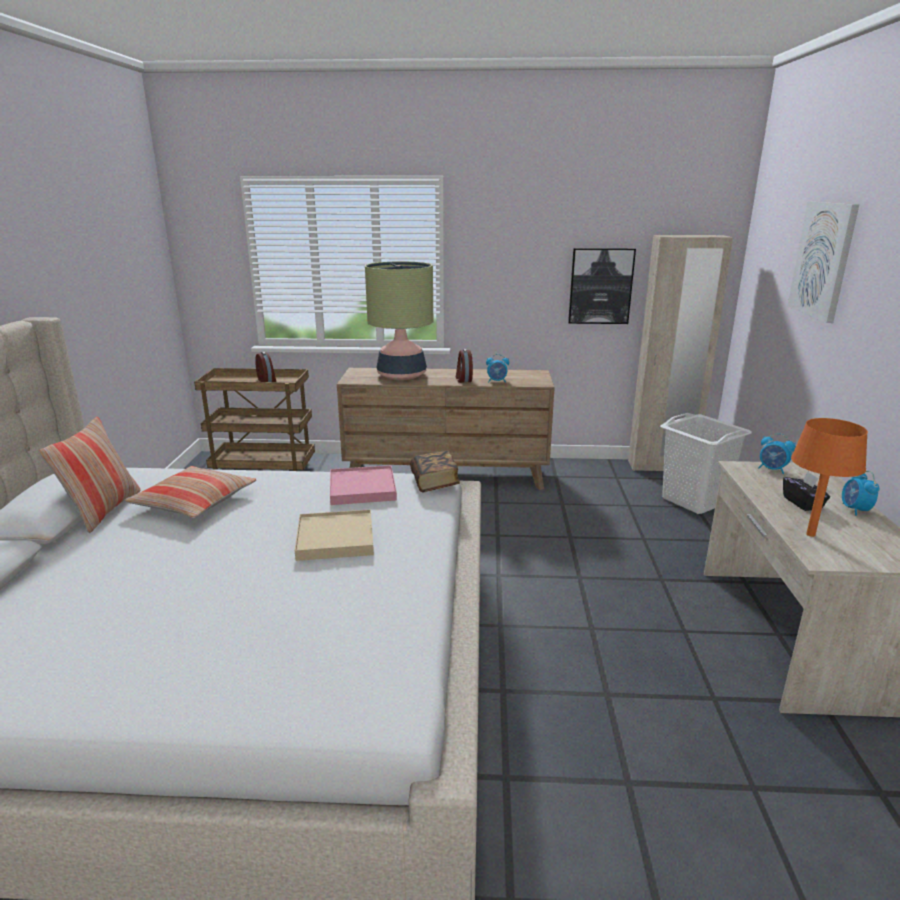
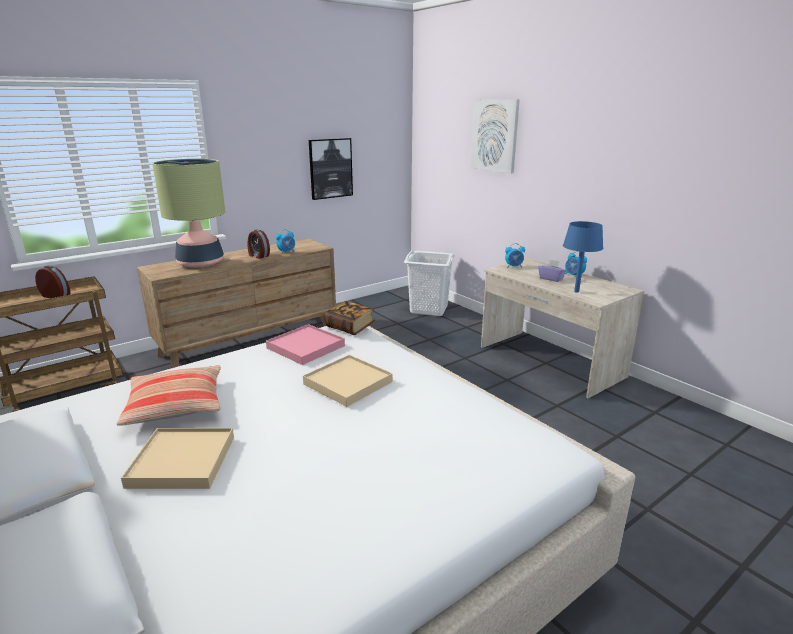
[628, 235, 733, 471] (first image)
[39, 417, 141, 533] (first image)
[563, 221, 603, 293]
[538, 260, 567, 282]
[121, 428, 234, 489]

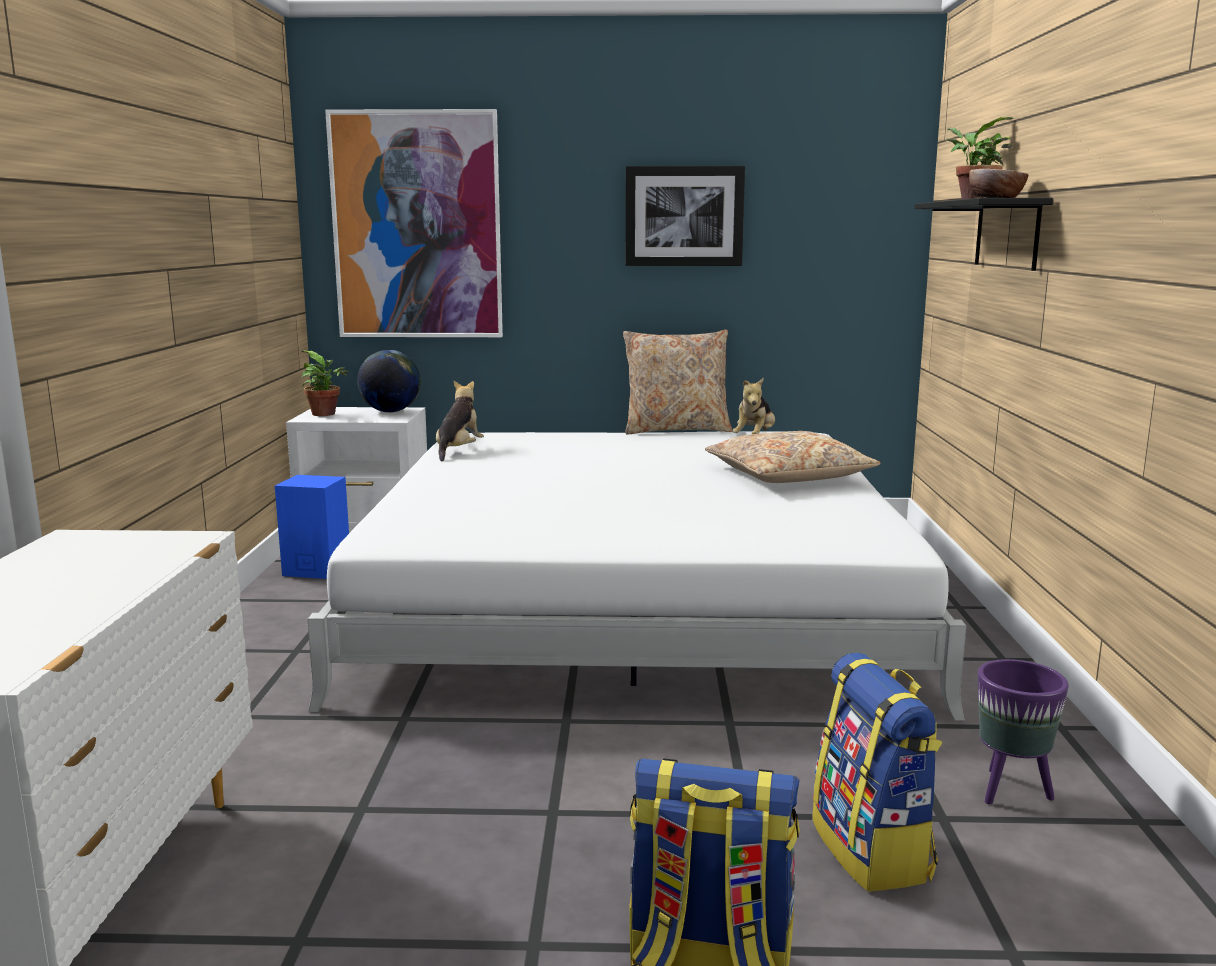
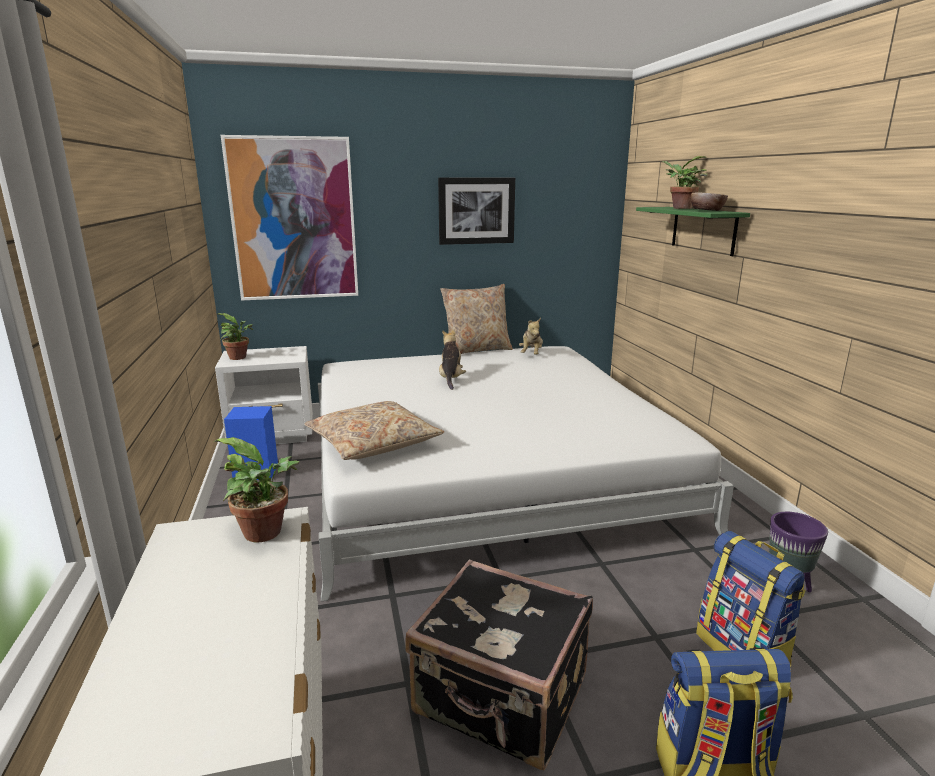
[636, 207, 750, 256]
[357, 350, 420, 412] (first image)
[439, 330, 466, 390]
[304, 401, 444, 460]
[215, 437, 299, 543]
[405, 559, 593, 770]

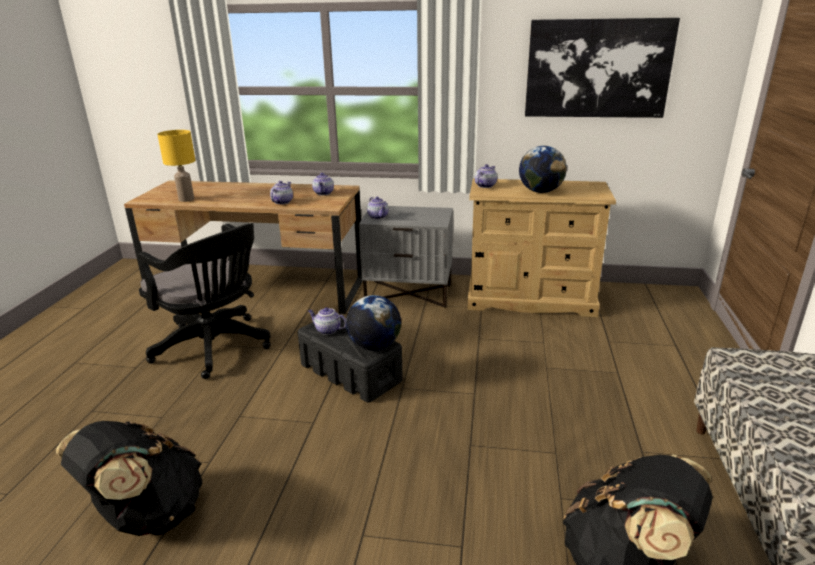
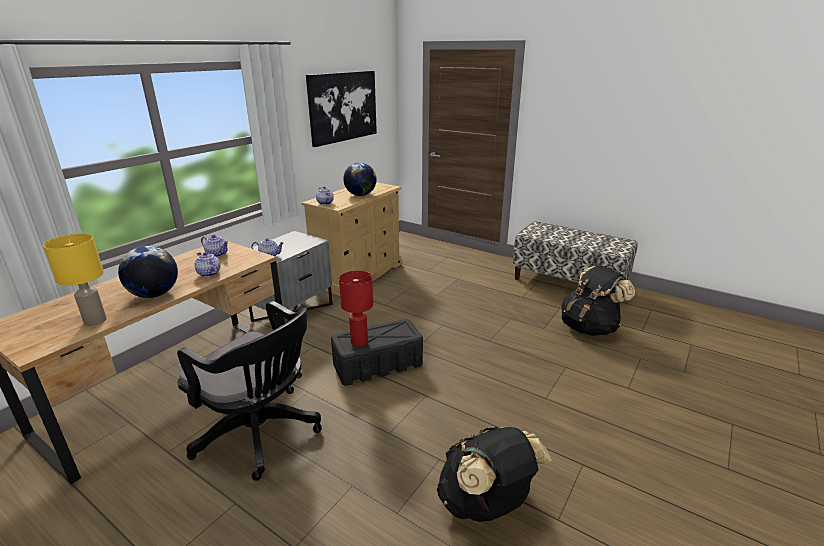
[177, 301, 322, 481]
[118, 246, 178, 298]
[339, 271, 373, 347]

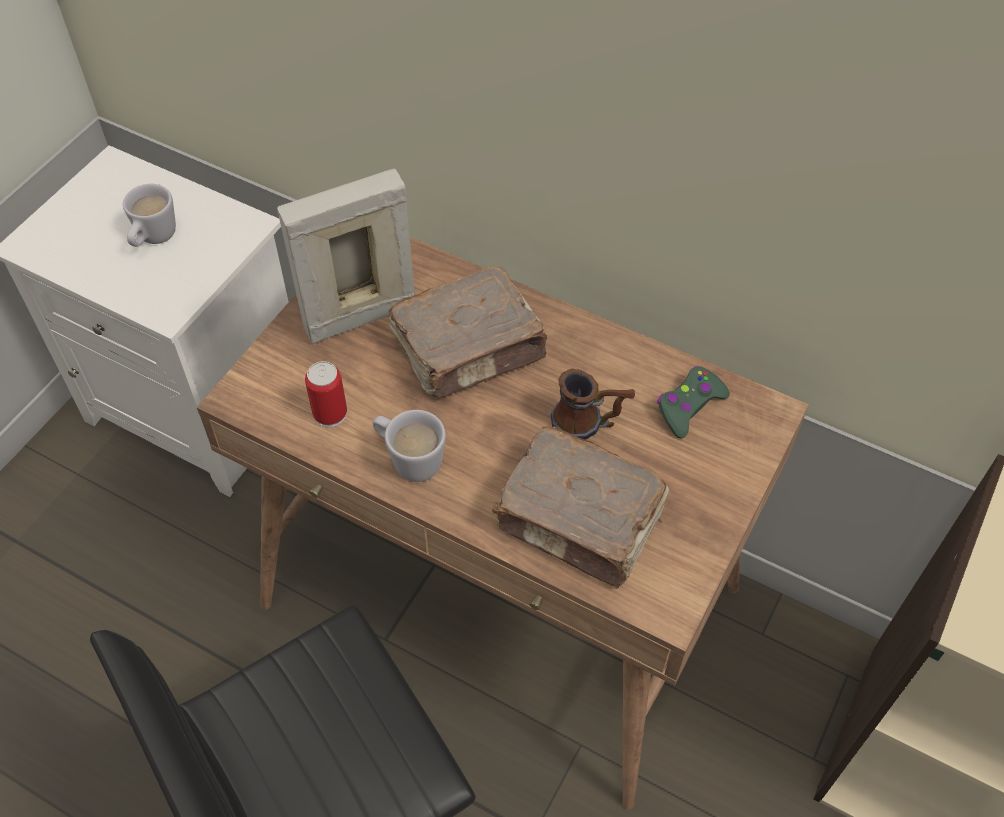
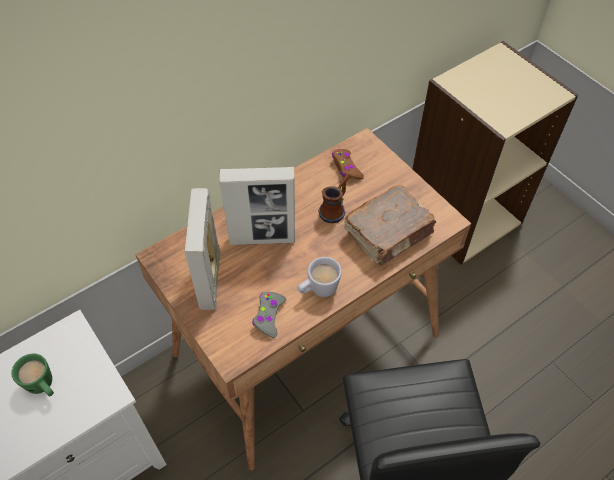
[12, 354, 54, 397]
[219, 167, 295, 245]
[252, 292, 286, 338]
[332, 149, 364, 180]

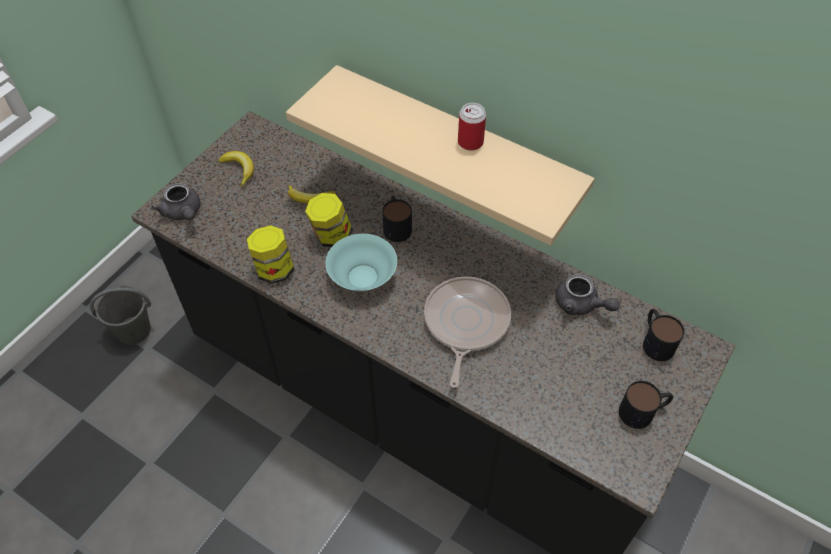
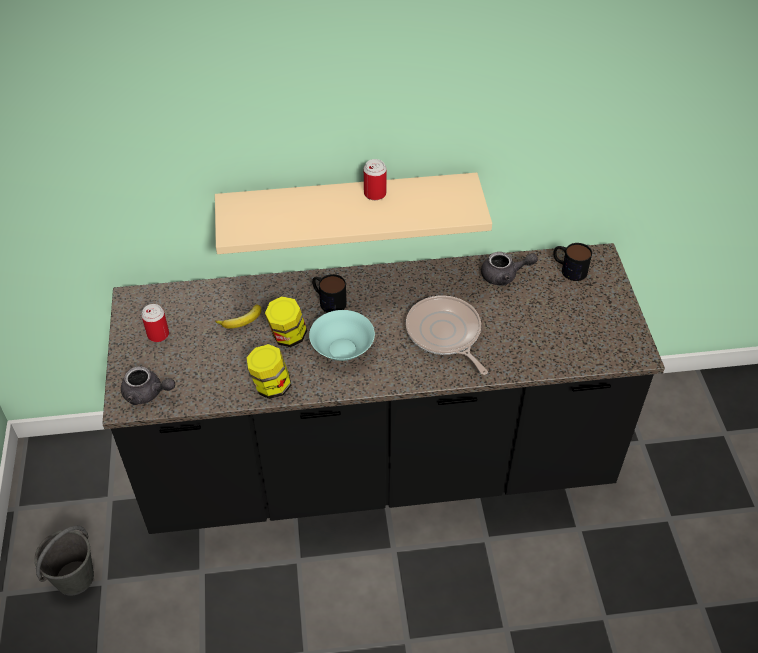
[141, 304, 169, 342]
[619, 381, 673, 429] (first image)

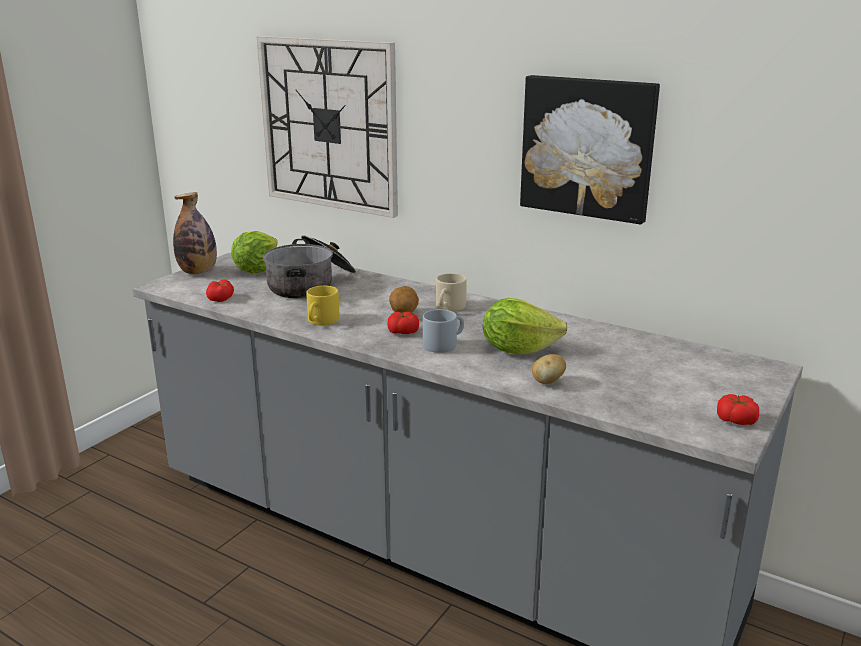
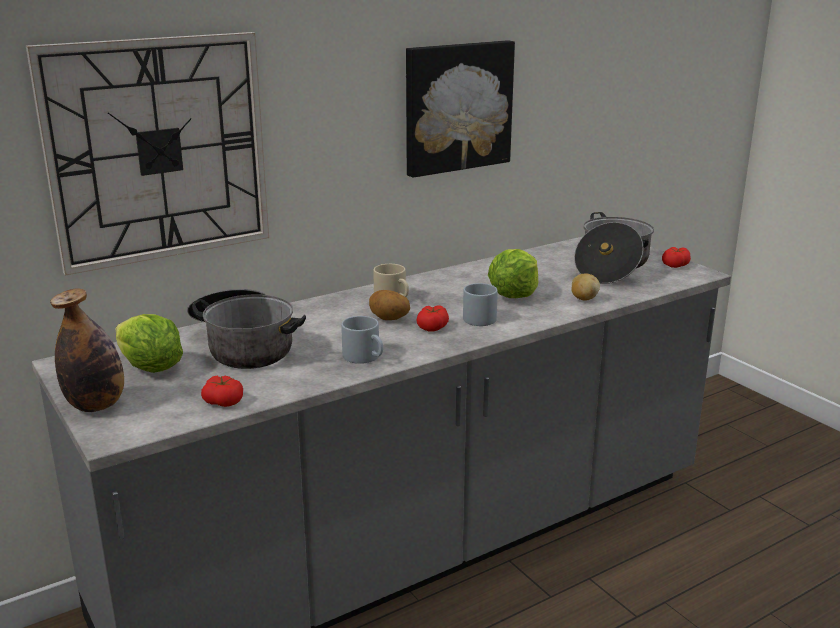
[341, 316, 383, 364]
[574, 212, 654, 284]

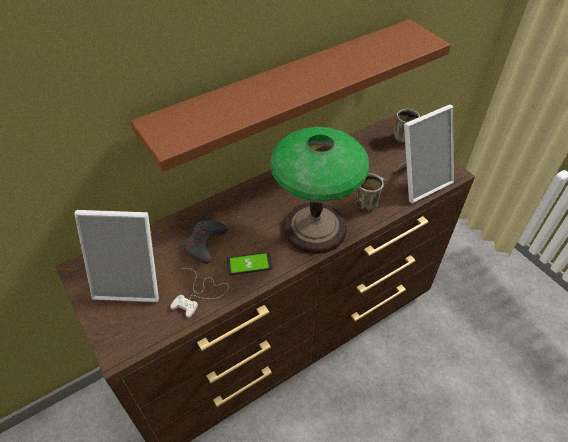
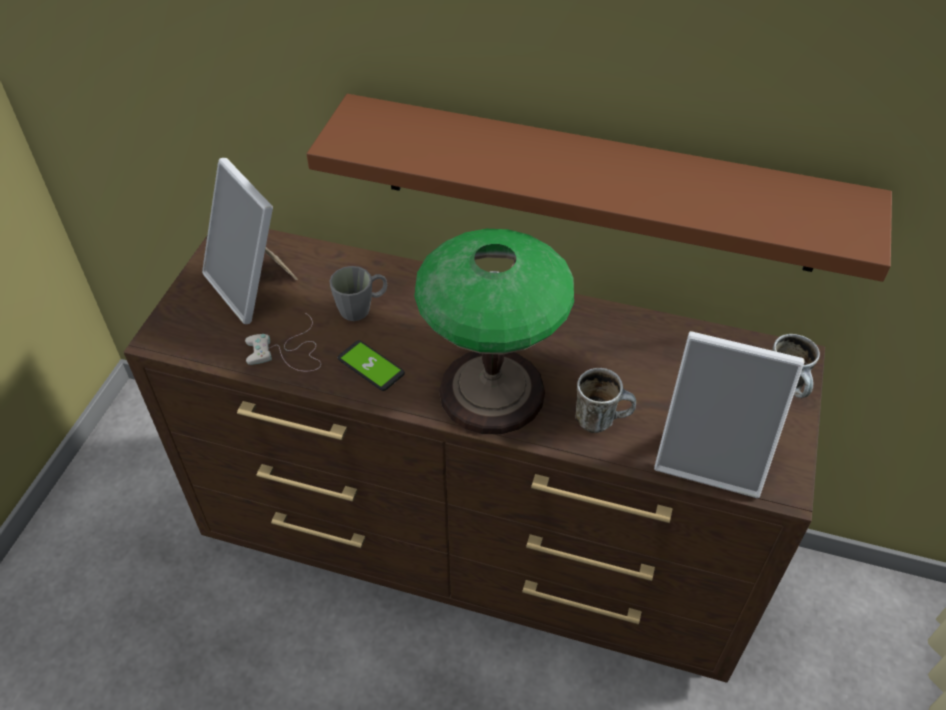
[329, 266, 387, 321]

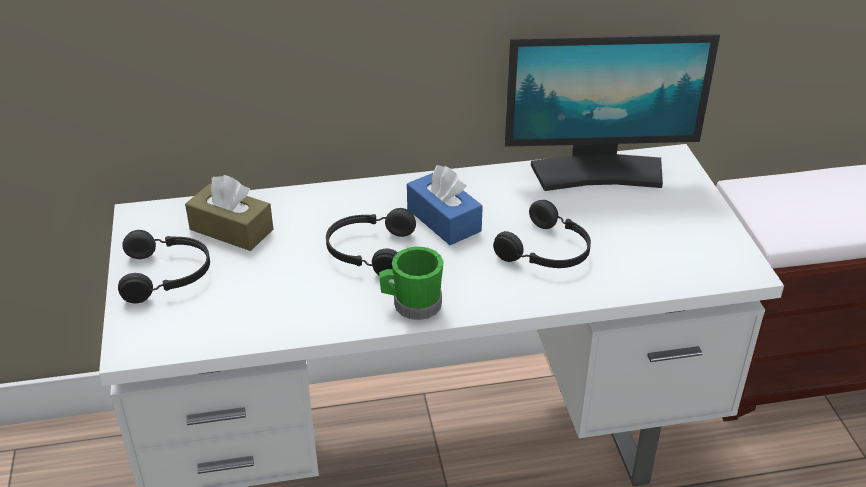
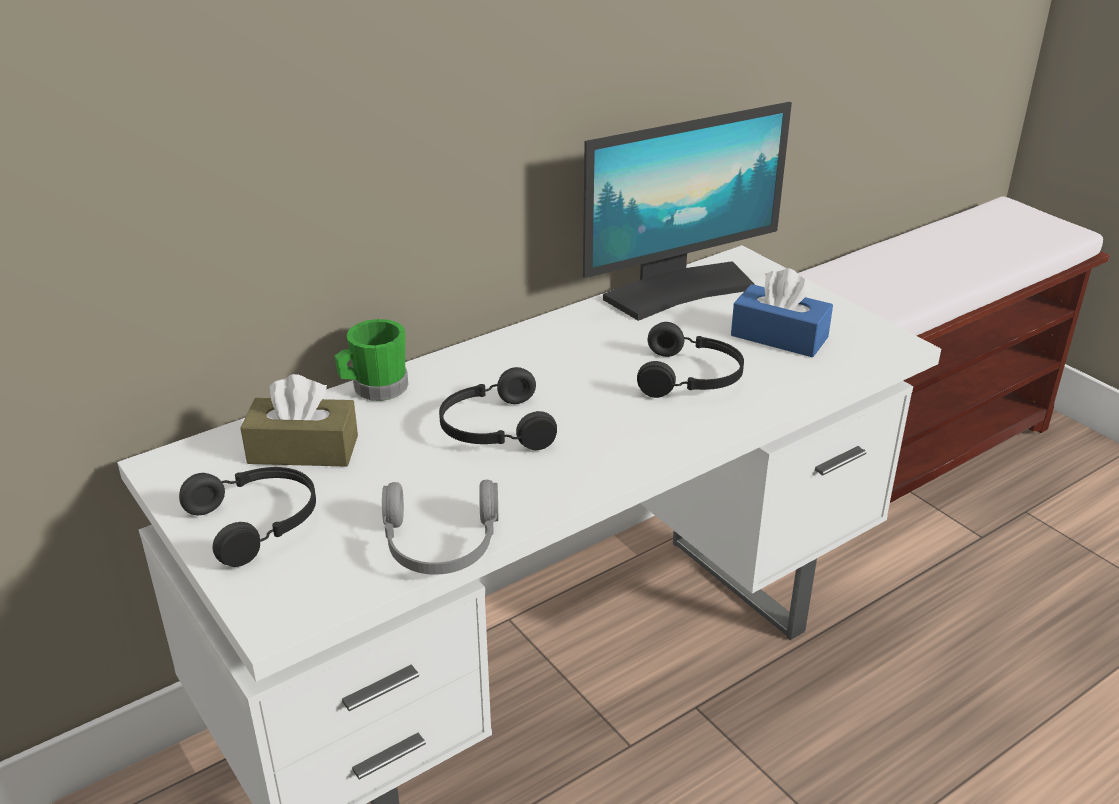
[731, 268, 833, 357]
[334, 319, 408, 401]
[382, 480, 498, 575]

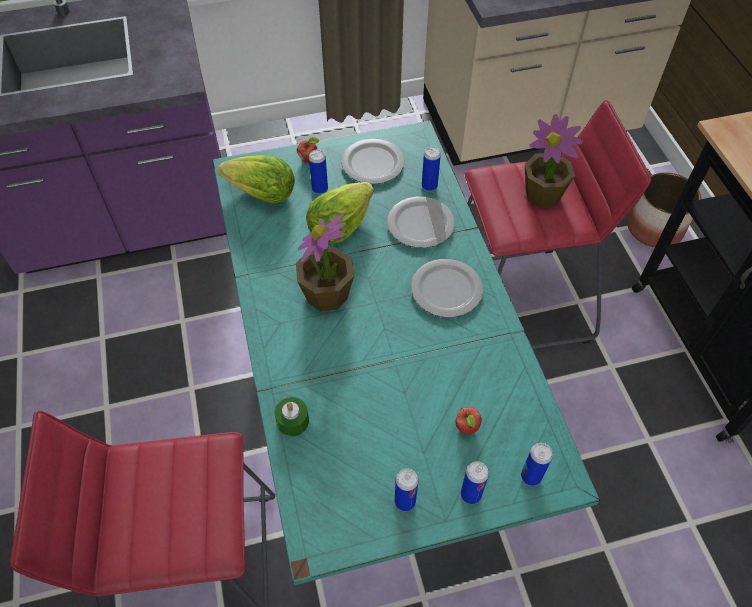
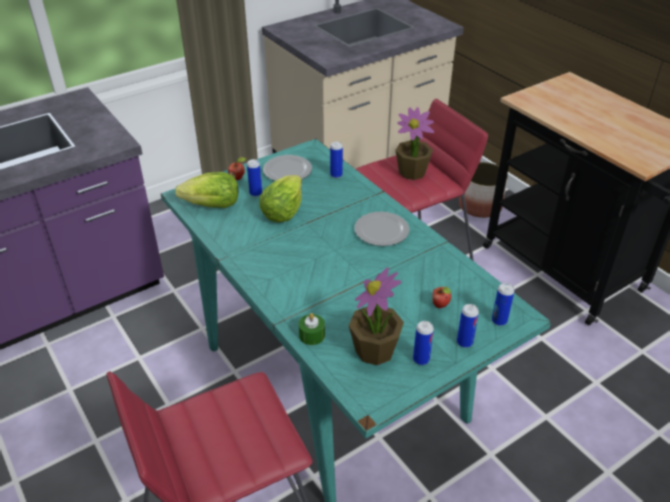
[387, 197, 455, 248] (first image)
[349, 267, 404, 365]

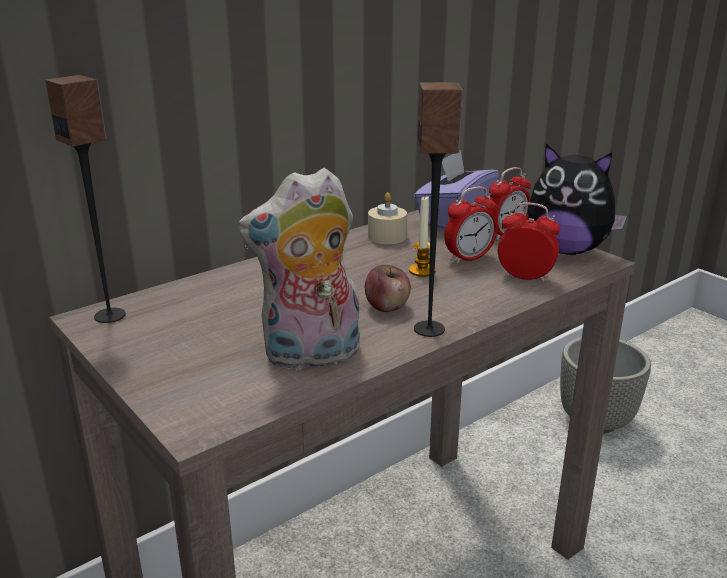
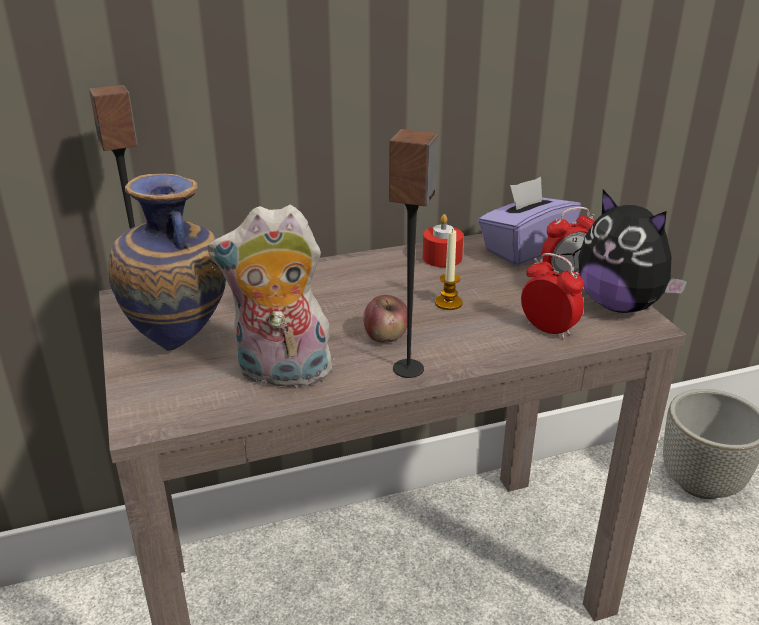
[444, 186, 498, 264] (first image)
[423, 214, 464, 267]
[109, 174, 226, 351]

